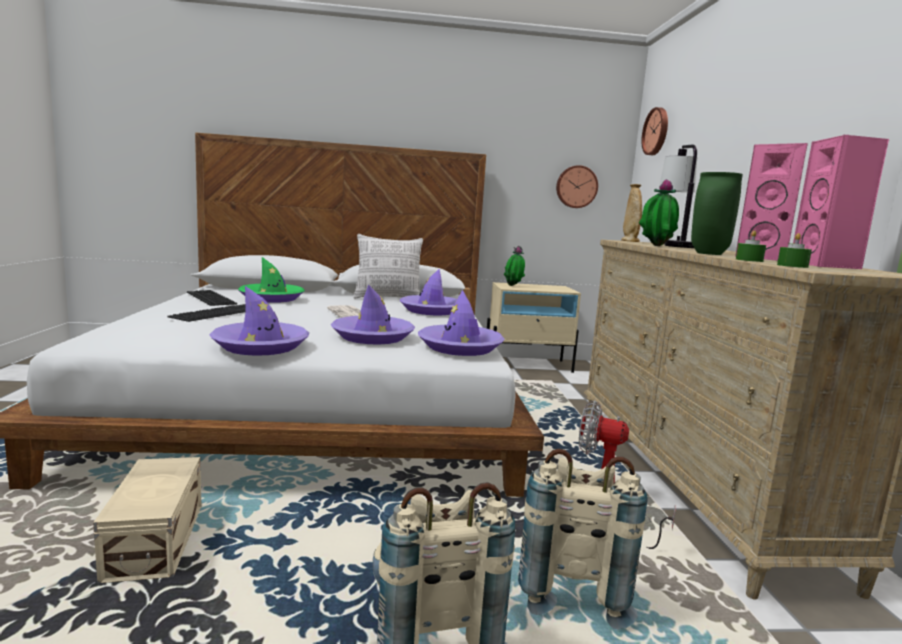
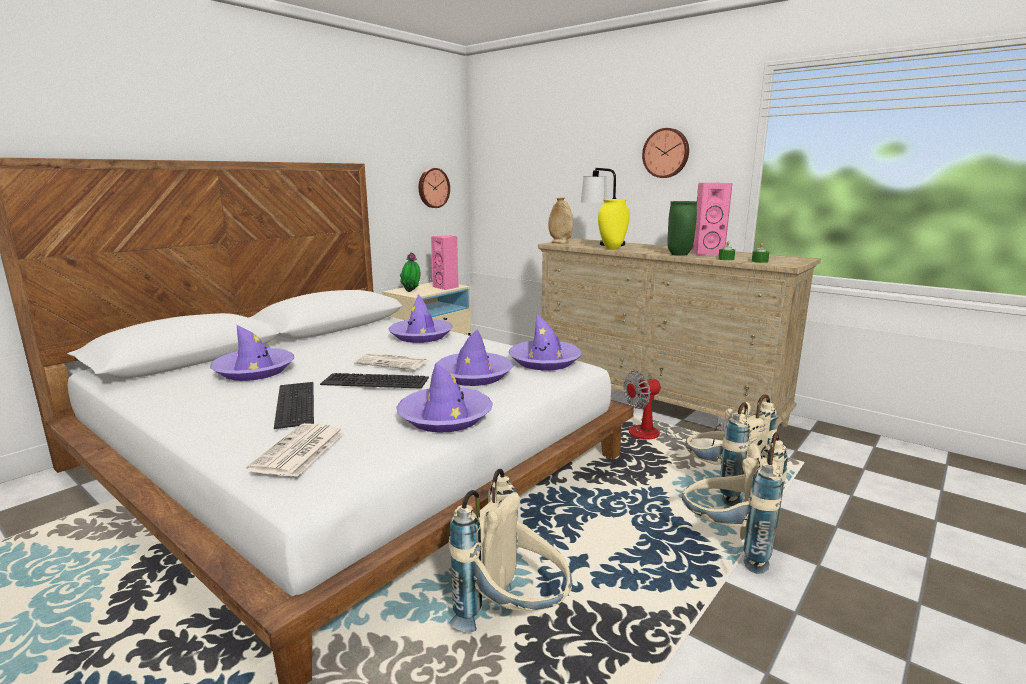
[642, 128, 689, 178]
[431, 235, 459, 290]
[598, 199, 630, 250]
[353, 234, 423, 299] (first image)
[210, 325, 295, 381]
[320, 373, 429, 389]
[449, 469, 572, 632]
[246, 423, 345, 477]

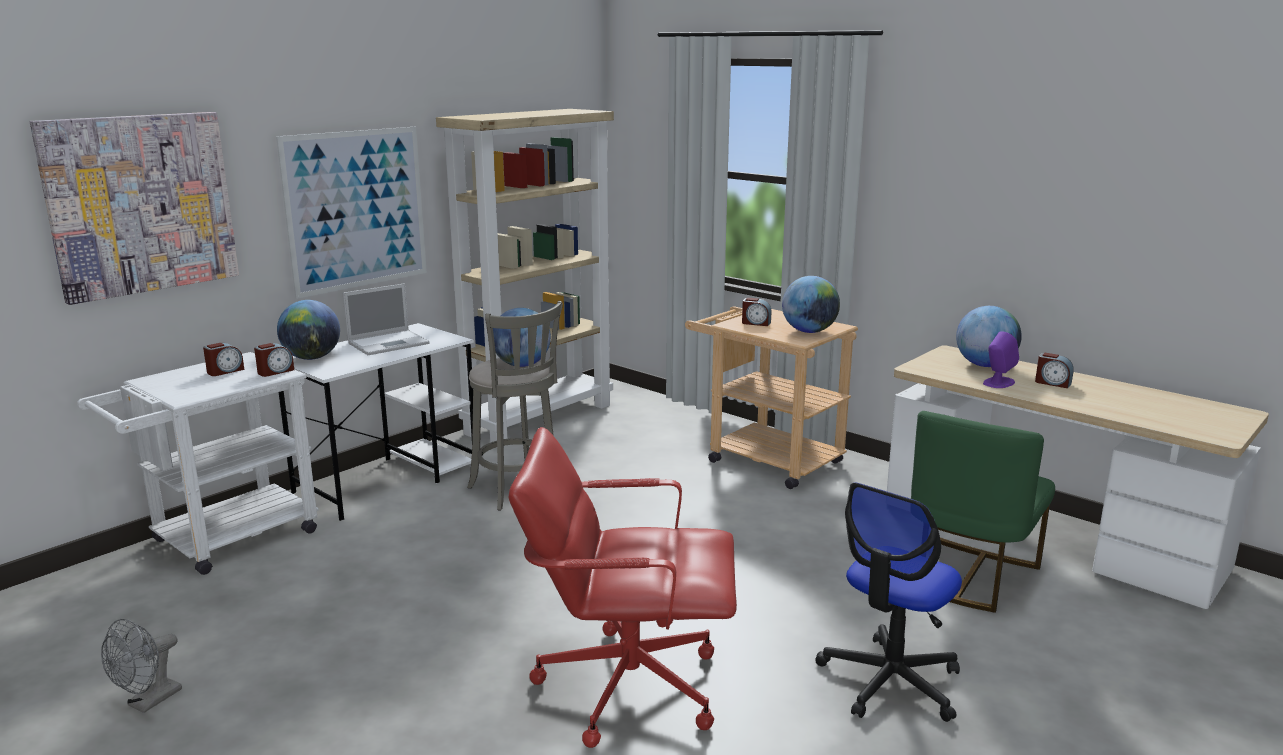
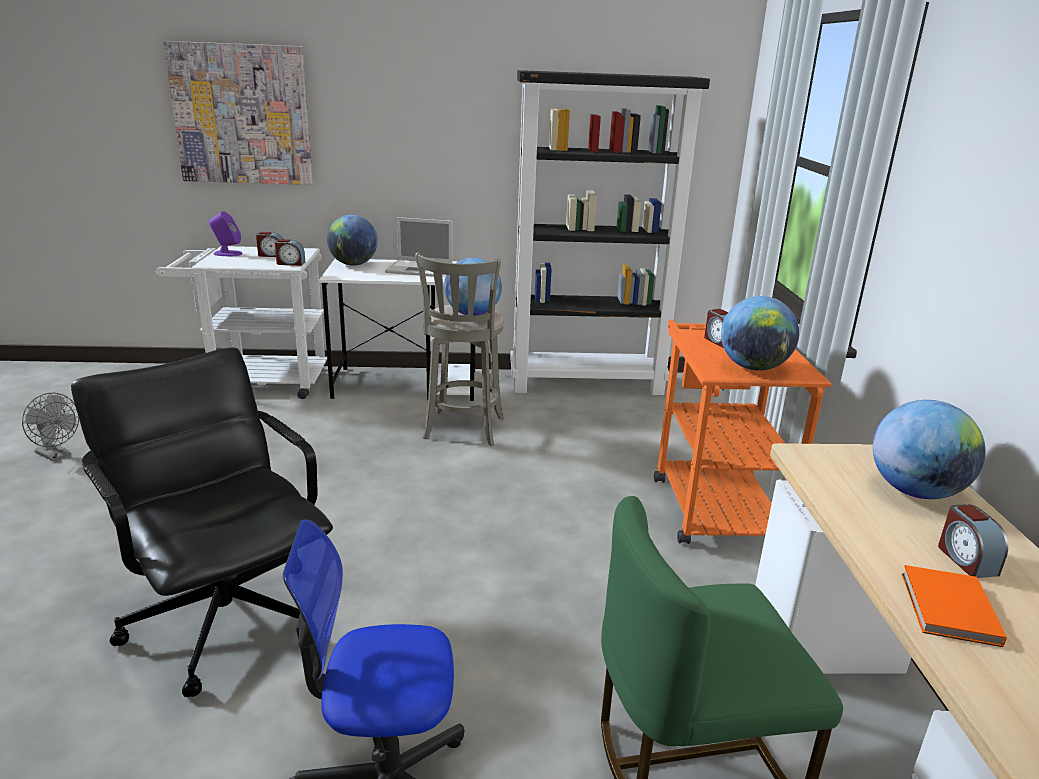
[510, 70, 710, 395]
[276, 127, 427, 299] (first image)
[654, 320, 831, 544]
[209, 211, 243, 256]
[71, 347, 333, 697]
[22, 393, 79, 462]
[902, 565, 1007, 647]

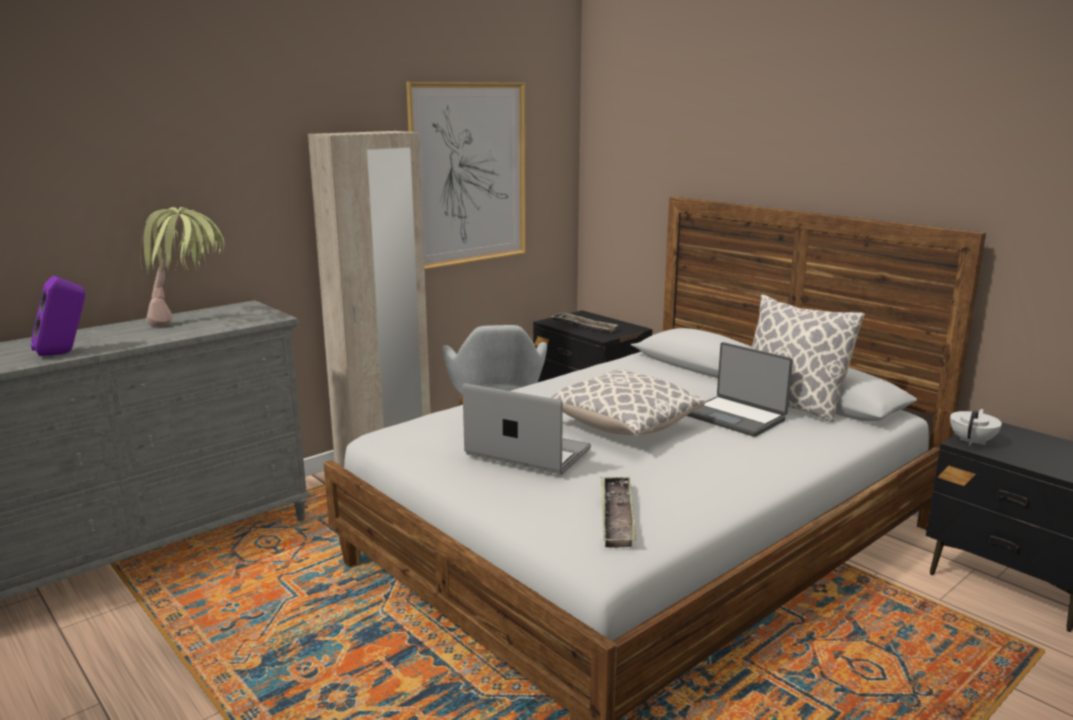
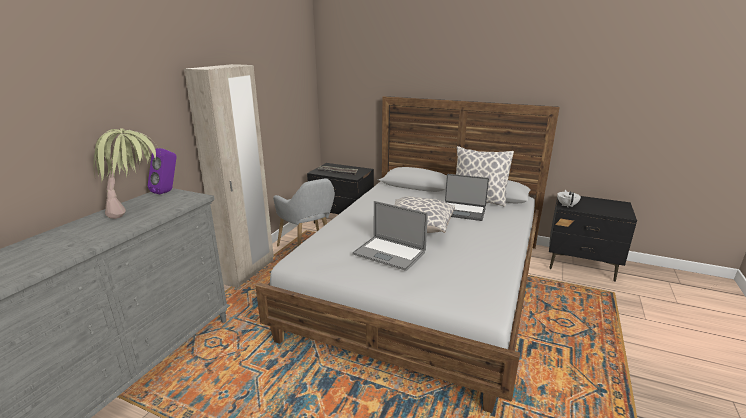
[406, 82, 526, 270] (first image)
[148, 148, 176, 195]
[352, 201, 428, 271]
[601, 476, 637, 548] (first image)

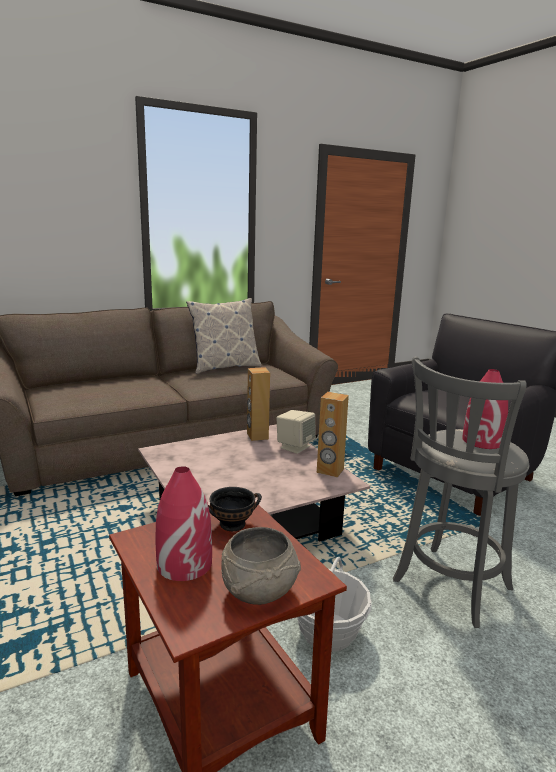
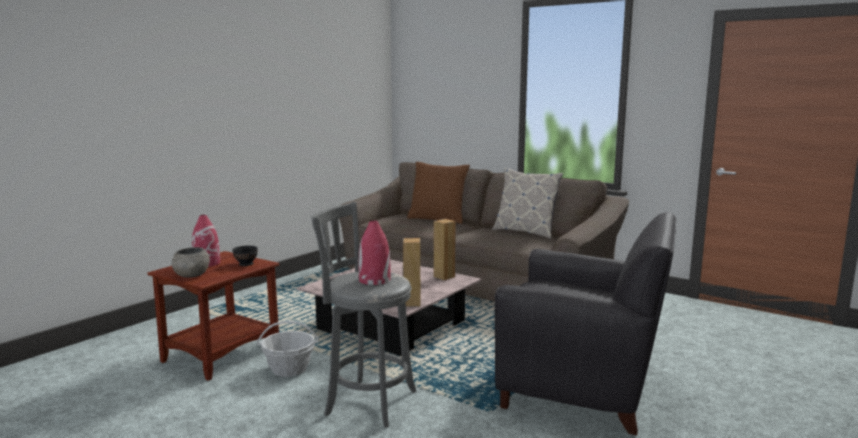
[277, 410, 316, 454] (first image)
[407, 162, 470, 224]

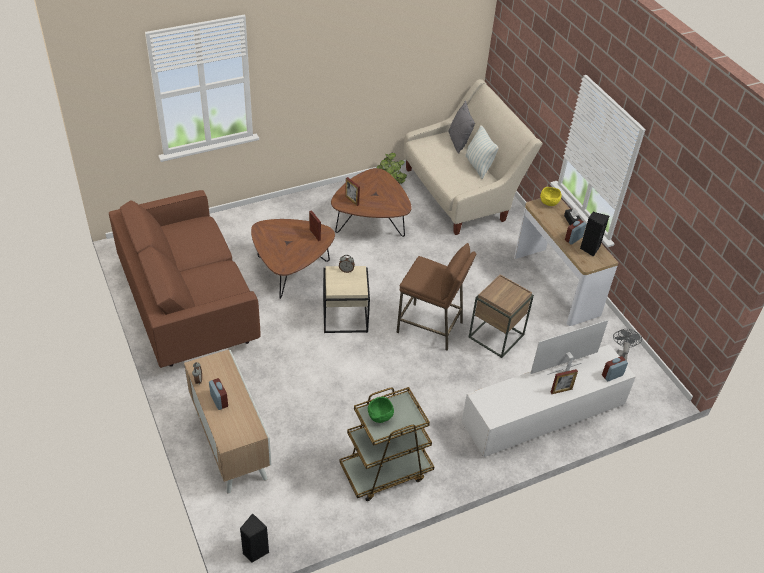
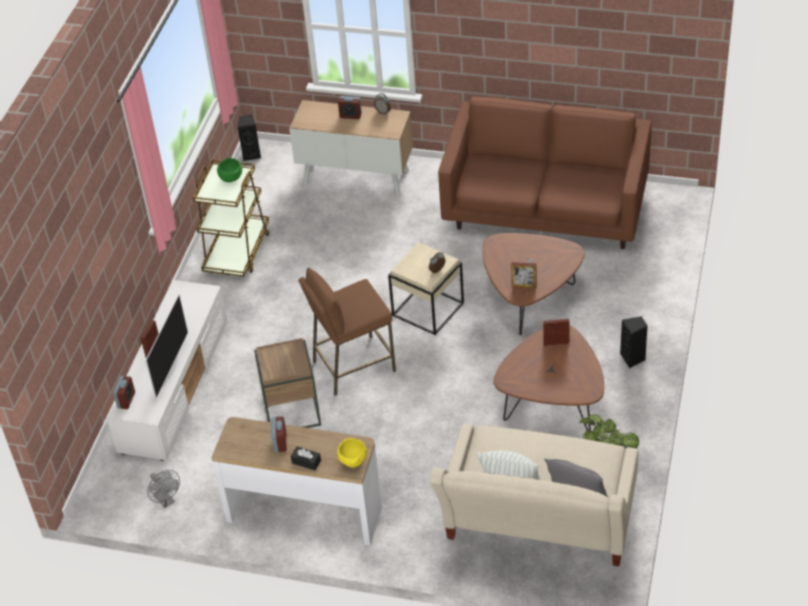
[620, 316, 648, 368]

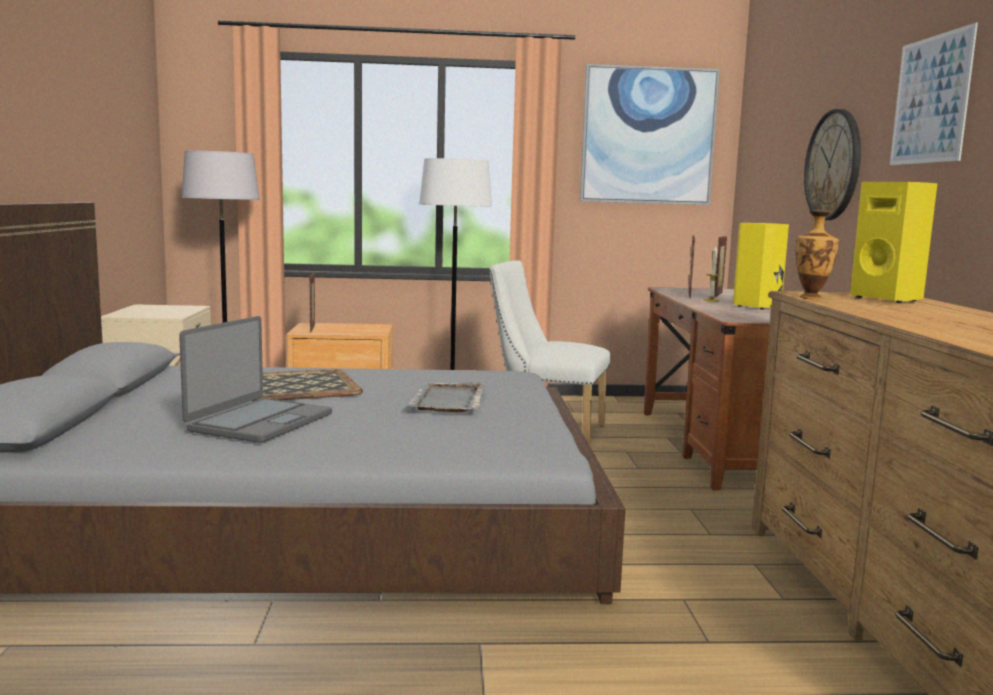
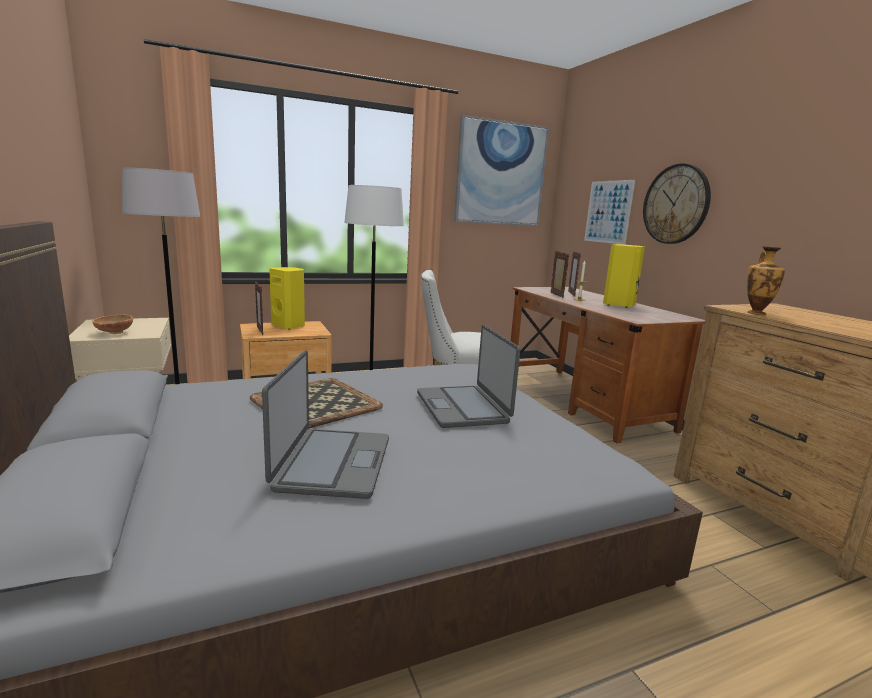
[584, 180, 635, 245]
[269, 267, 305, 330]
[417, 325, 520, 428]
[92, 315, 133, 334]

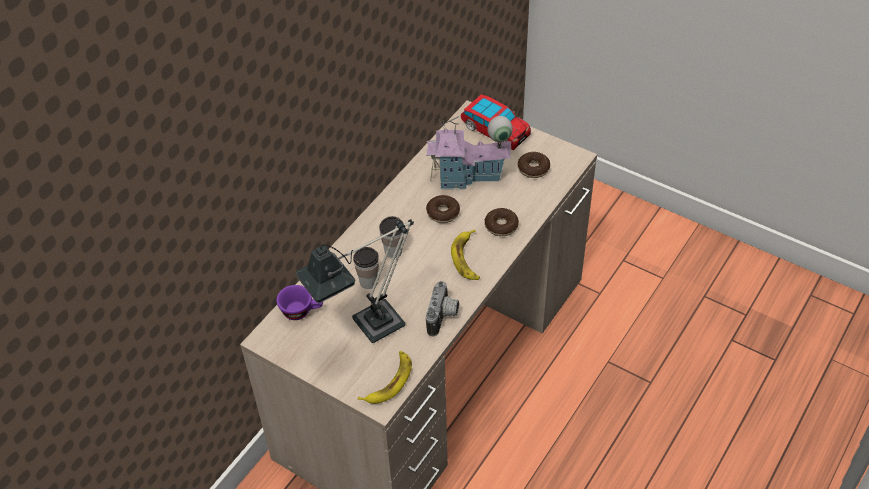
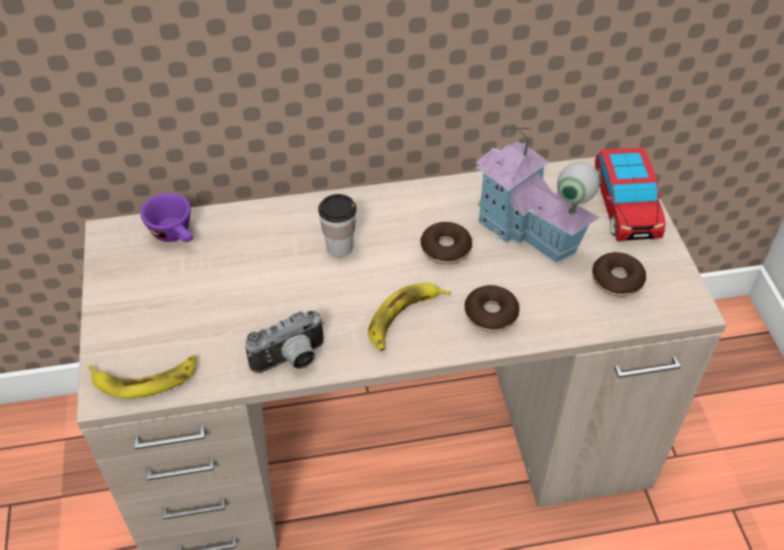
[295, 219, 414, 343] (first image)
[353, 247, 379, 289] (first image)

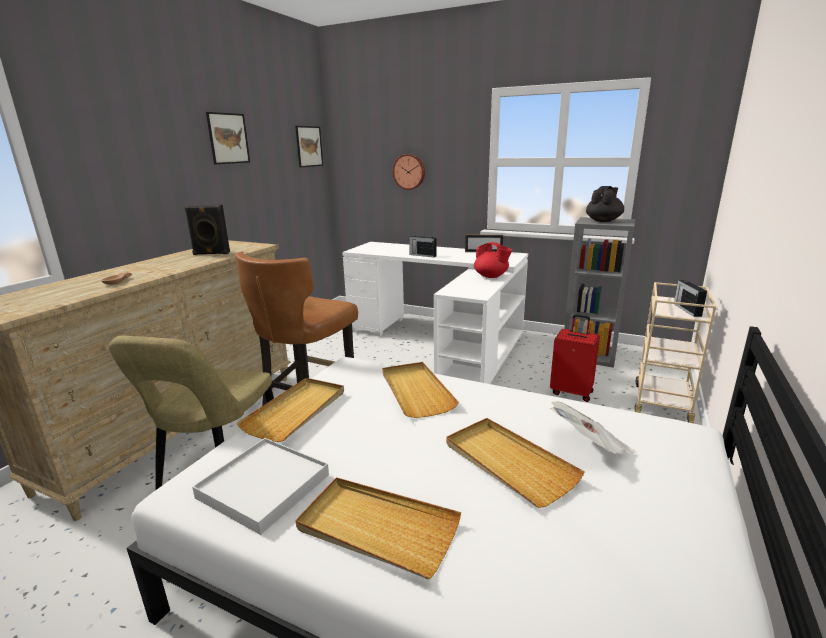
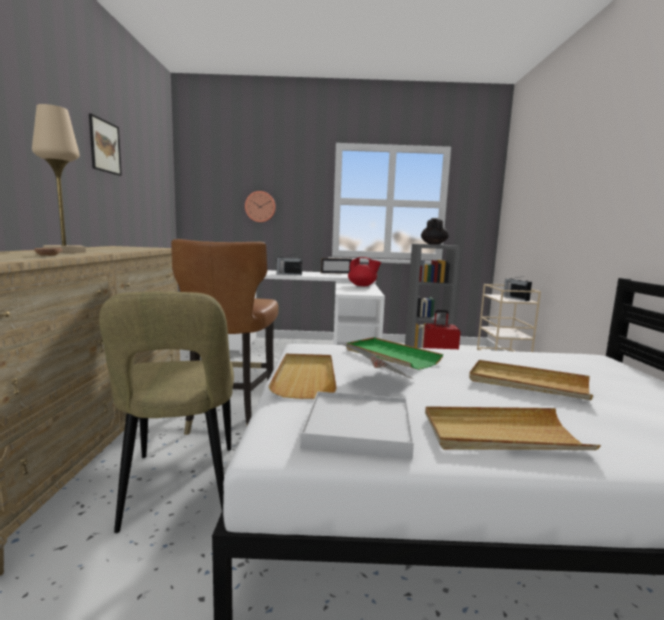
[295, 126, 323, 167] (first image)
[184, 204, 230, 255] (first image)
[346, 337, 443, 370]
[344, 344, 415, 379]
[32, 104, 86, 252]

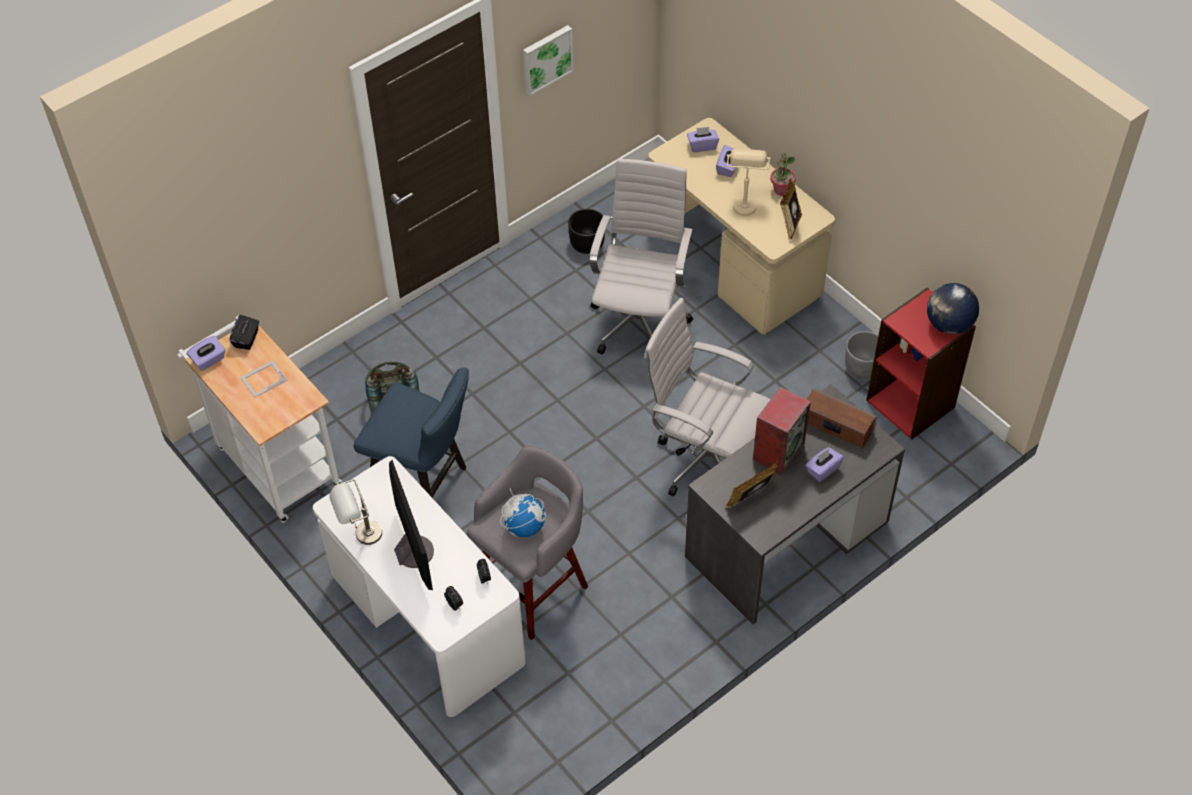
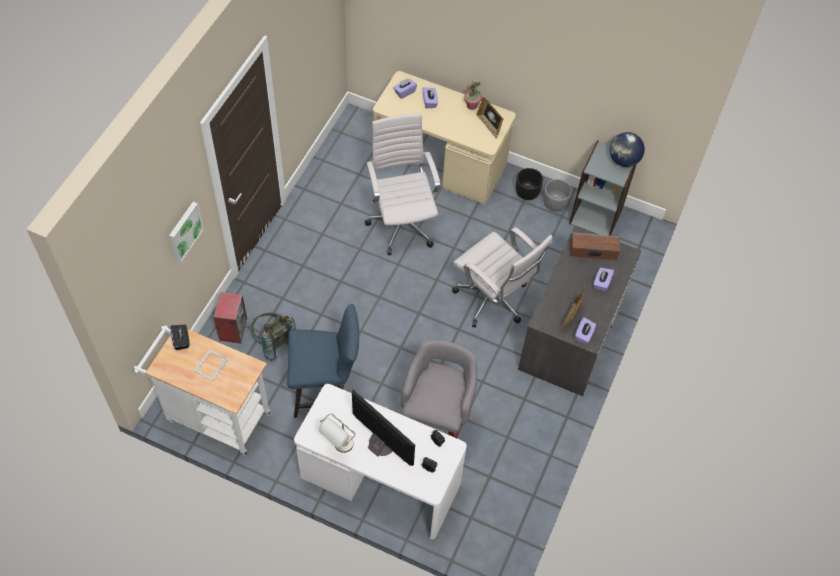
[169, 202, 204, 263]
[727, 149, 771, 216] (first image)
[516, 168, 543, 200]
[569, 140, 637, 236]
[452, 227, 553, 328]
[575, 317, 596, 344]
[214, 292, 247, 344]
[500, 489, 546, 537] (first image)

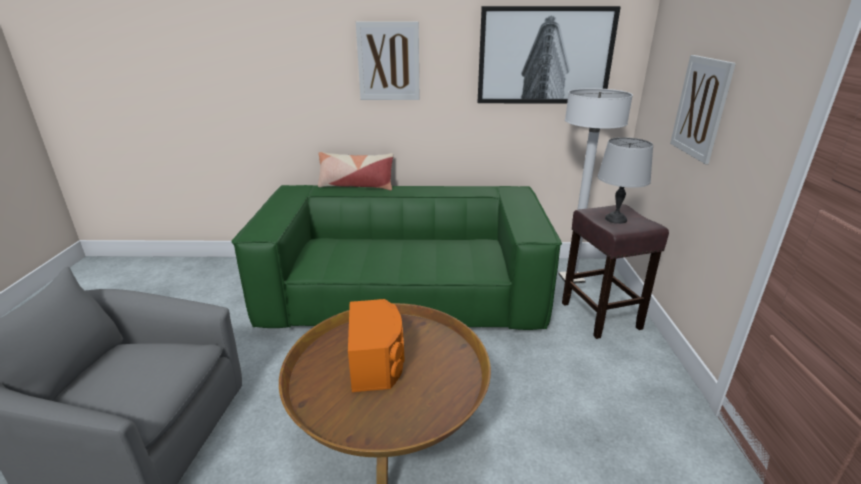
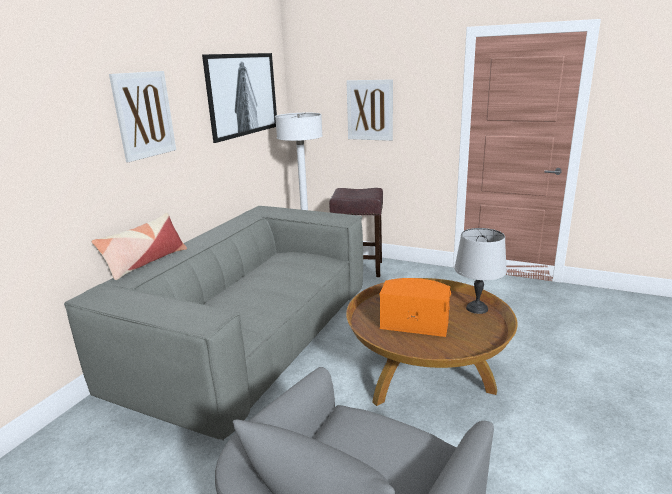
[454, 228, 507, 314]
[64, 206, 363, 441]

